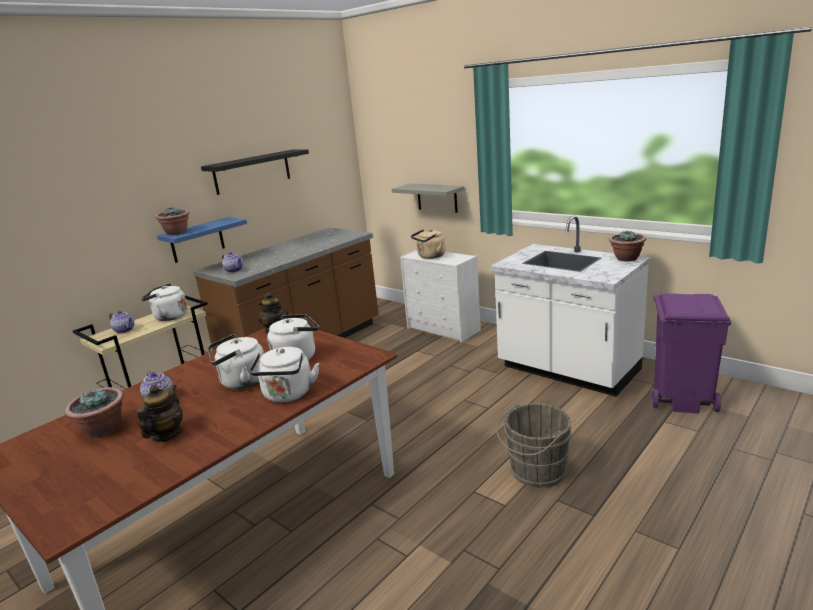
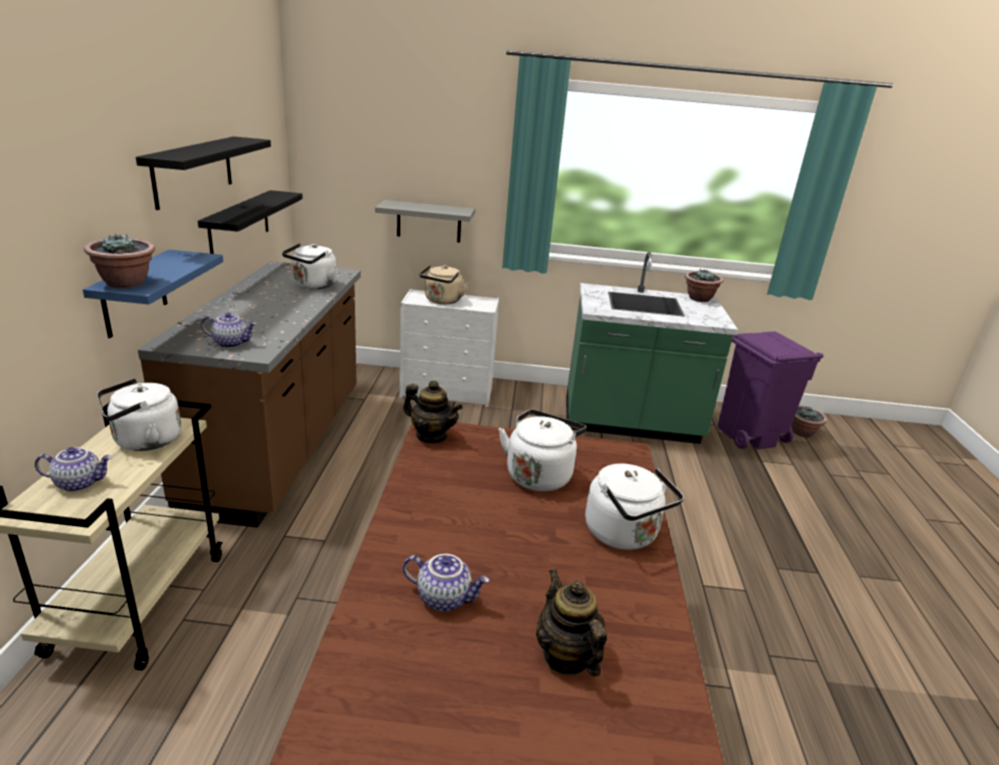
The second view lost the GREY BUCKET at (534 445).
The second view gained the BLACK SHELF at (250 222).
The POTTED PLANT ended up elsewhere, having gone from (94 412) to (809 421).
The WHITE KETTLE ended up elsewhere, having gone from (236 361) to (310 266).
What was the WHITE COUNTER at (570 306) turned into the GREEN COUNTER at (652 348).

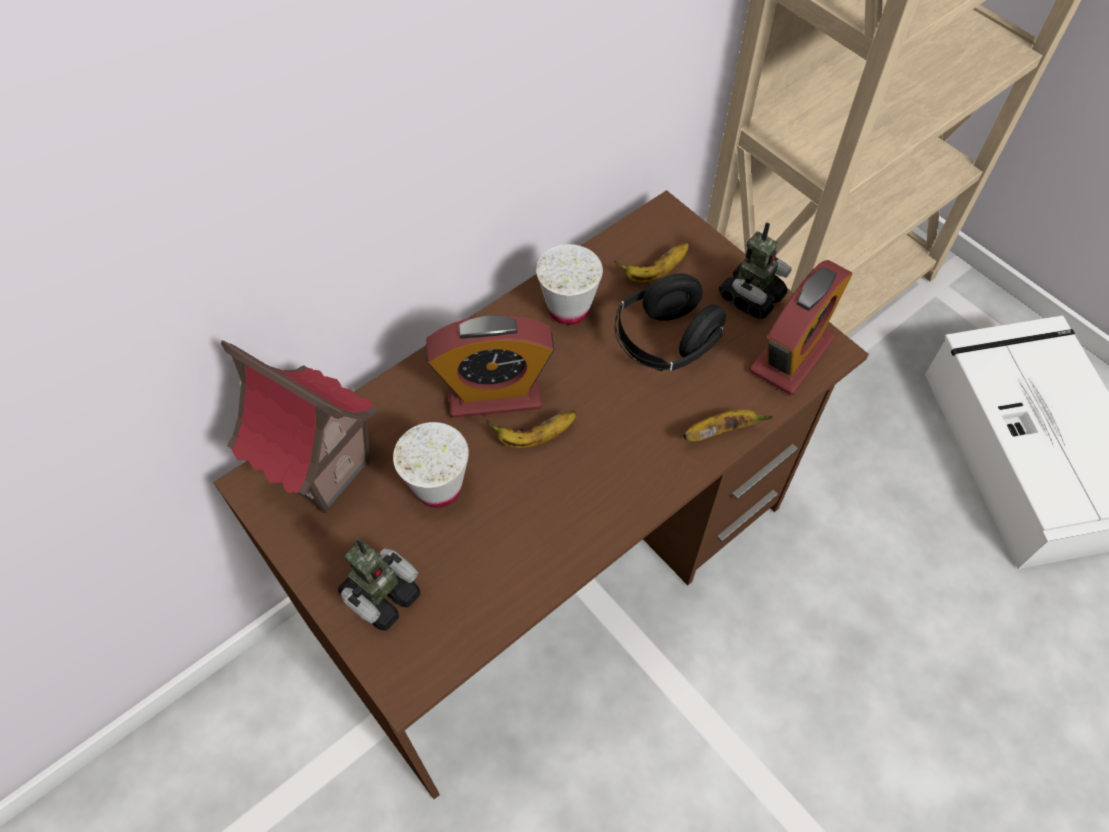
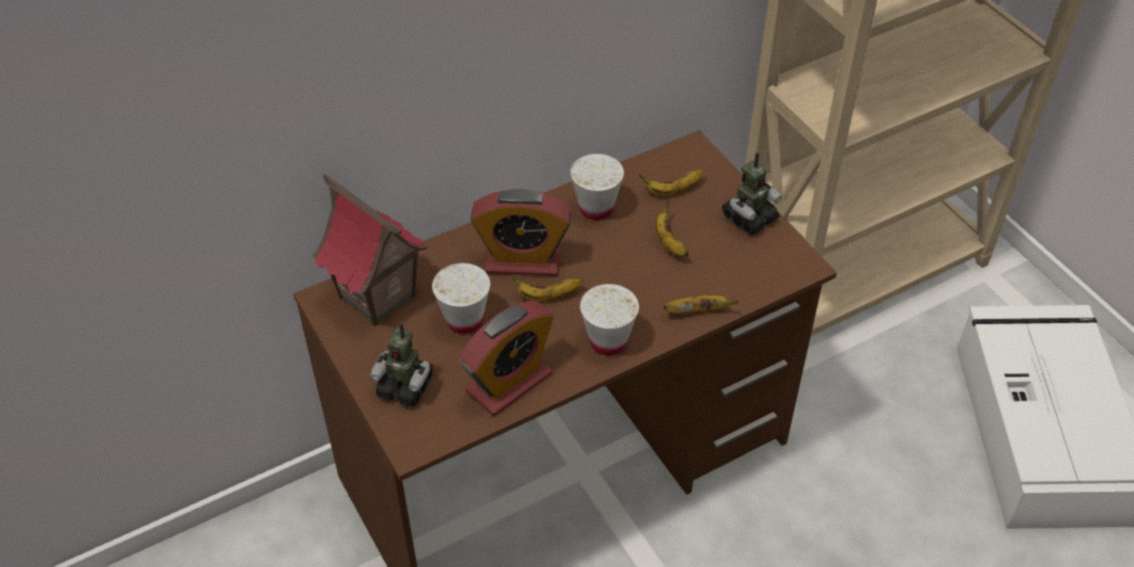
The second view gained the WHITE CUP at (609 319).
The ALARM CLOCK ended up elsewhere, having gone from (801 327) to (506 358).
Where the BLACK HEADPHONES stood at (670 322), the BANANA came to stand at (672 228).
The TOY ROBOT at (379 584) ended up facing another way, 60 degrees clockwise from before.

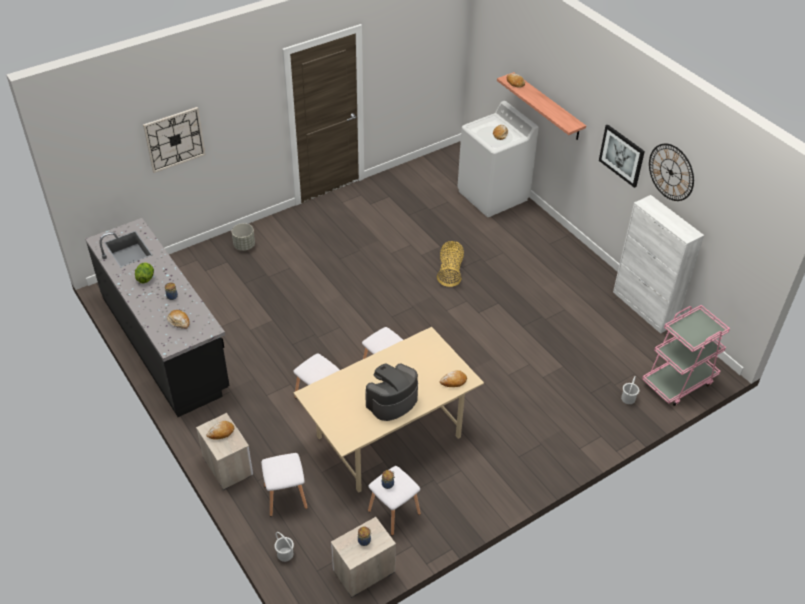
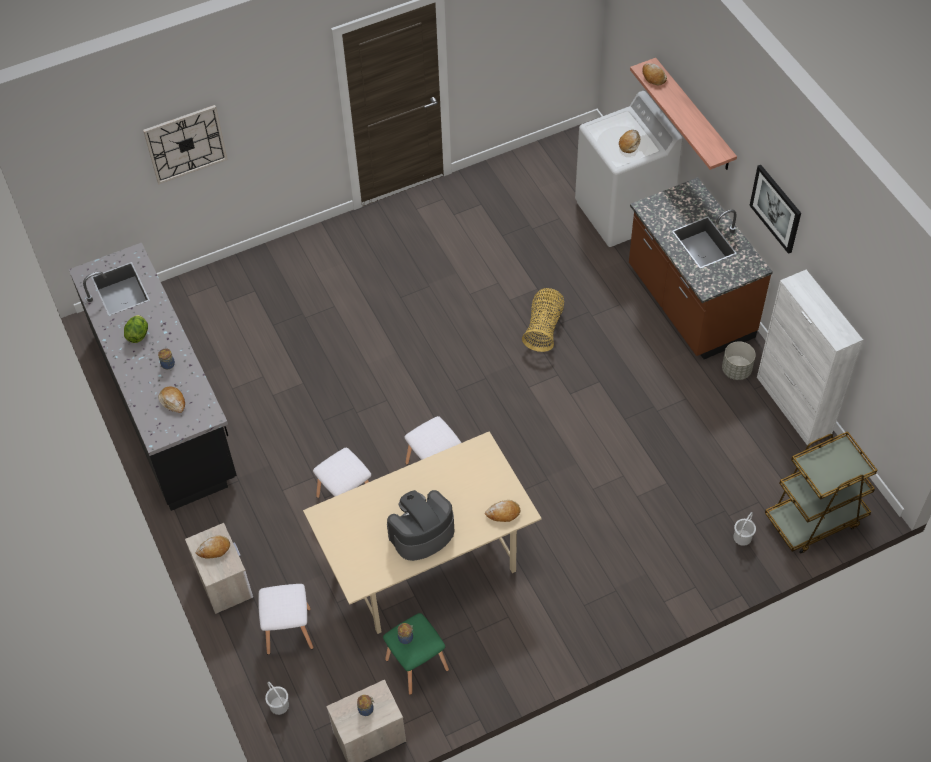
The second view lost the WALL CLOCK at (671 172).
The second view gained the BROWN COUNTER at (701 268).
The GREY PLANTER ended up elsewhere, having gone from (243 237) to (739 360).
What was the WHITE STOOL at (394 501) turned into the GREEN STOOL at (416 654).
What was the PINK CART at (686 355) turned into the BROWN CART at (821 492).

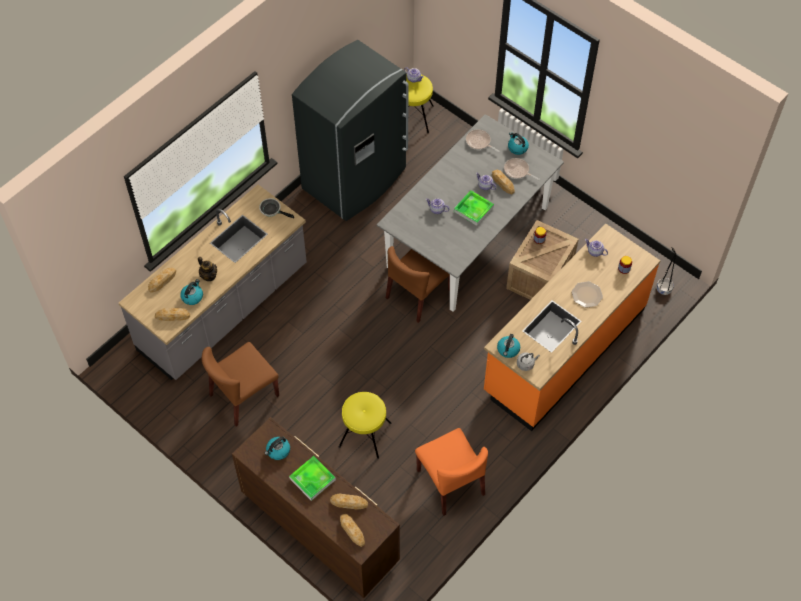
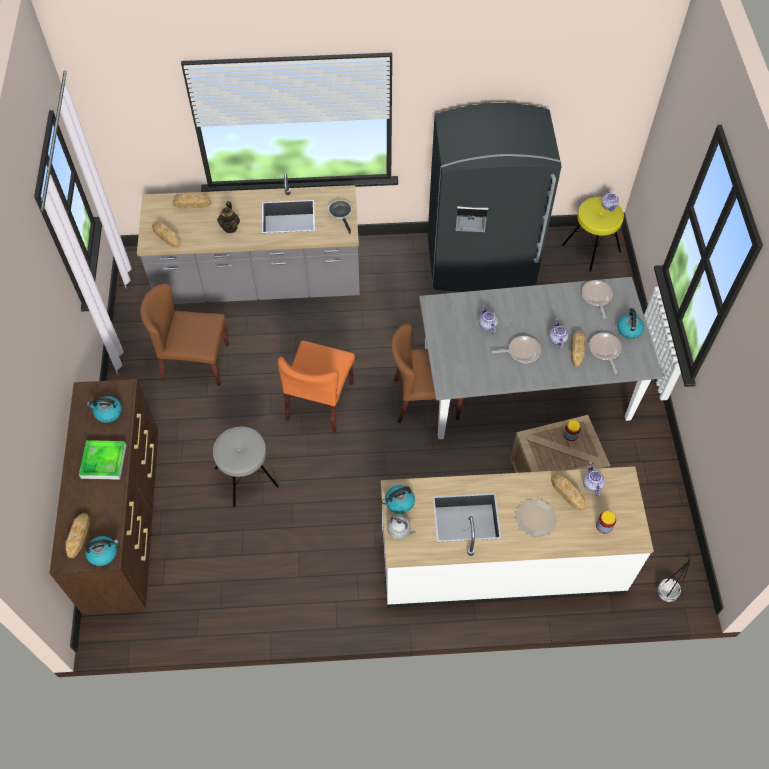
The KETTLE ended up elsewhere, having gone from (191 292) to (102 551).
The BREAD ended up elsewhere, having gone from (349 502) to (568 492).
The ORANGE CHAIR ended up elsewhere, having gone from (451 472) to (316 387).
Where the TRAY stood at (474 208), the FRYING PAN came to stand at (516 349).
What was the YELLOW STOOL at (365 425) turned into the GREY STOOL at (246 467).
What was the ORANGE COUNTER at (572 327) turned into the WHITE COUNTER at (517 537).

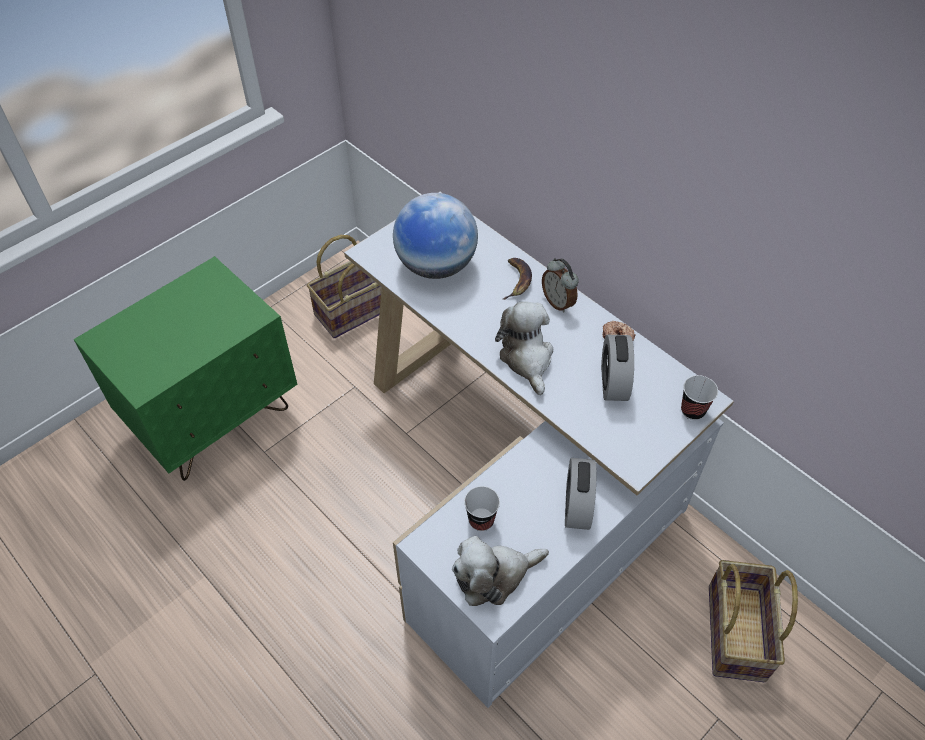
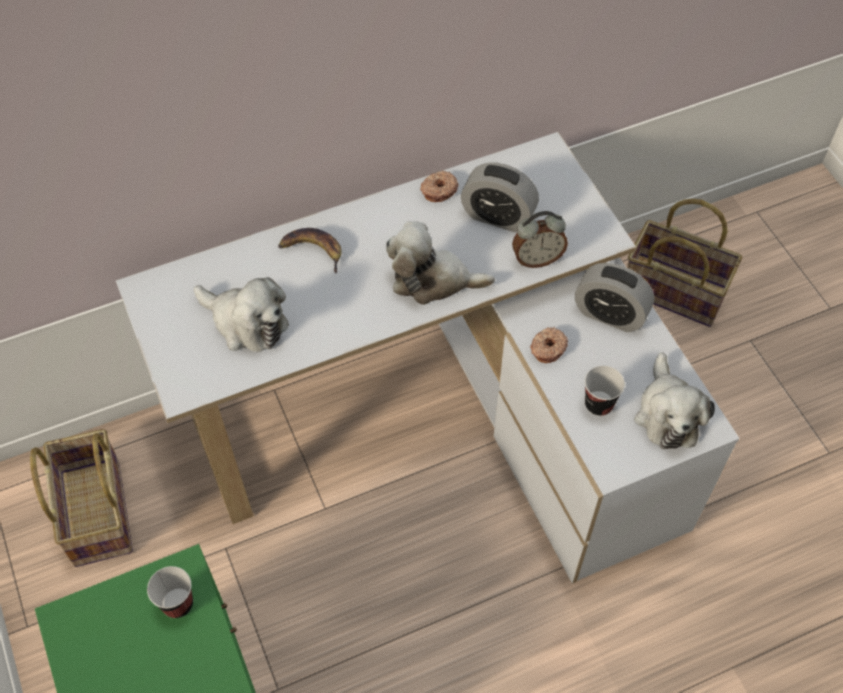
The second view gained the DONUT at (549 345).
The ALARM CLOCK ended up elsewhere, having gone from (560 285) to (540 239).
The CUP ended up elsewhere, having gone from (699 397) to (170 592).
Where the GLOBE stood at (435 236), the PLUSH TOY came to stand at (241 314).

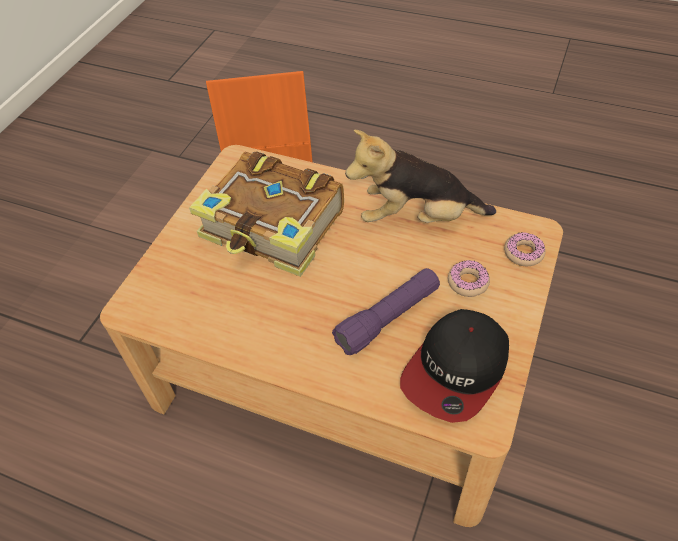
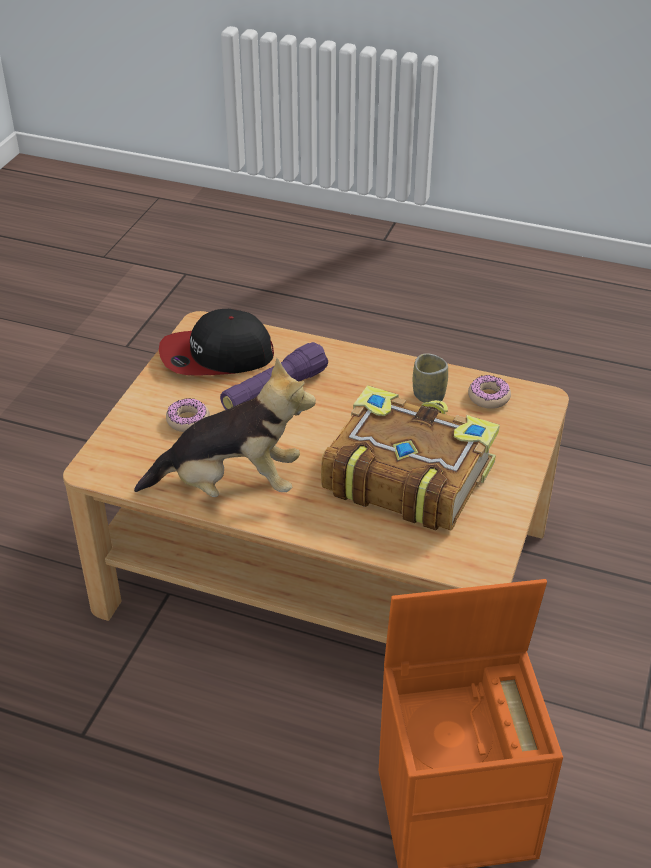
The second view gained the CUP at (430 378).
The DONUT ended up elsewhere, having gone from (525 249) to (489 392).
The CAP at (454 366) ended up facing another way, 135 degrees counterclockwise from before.

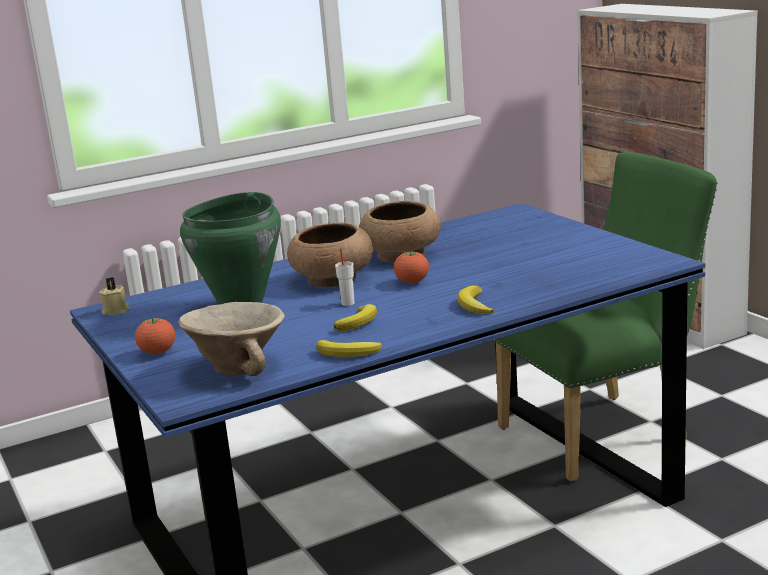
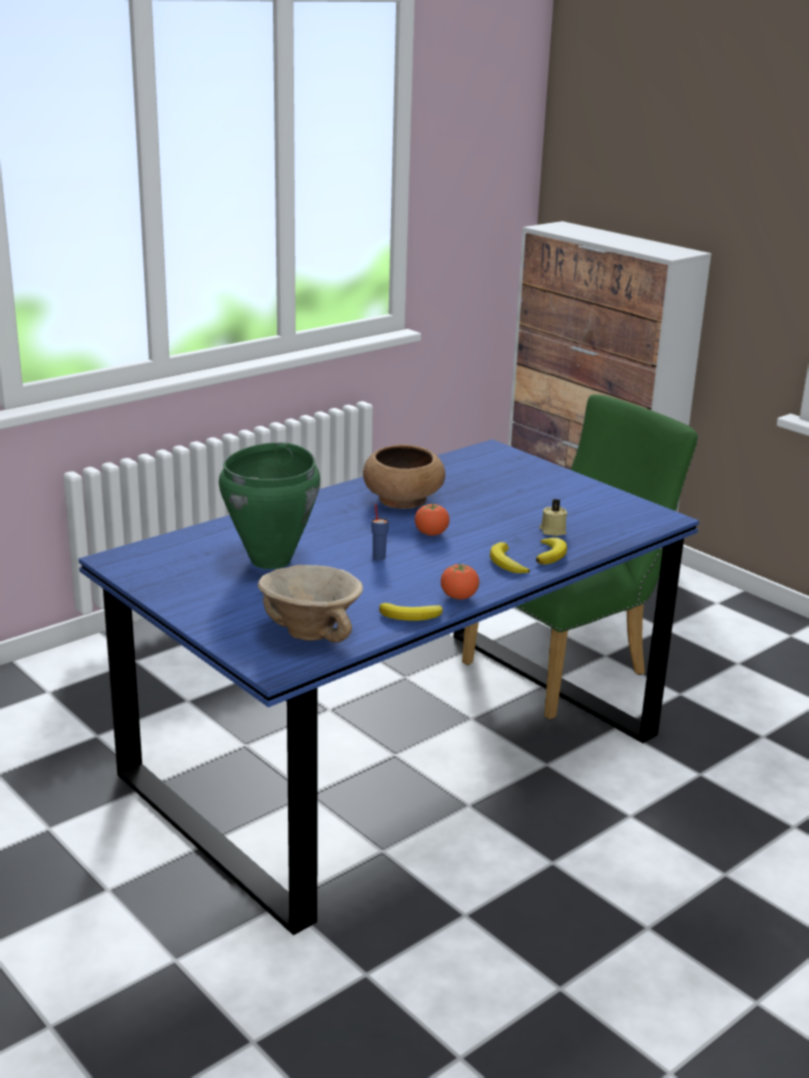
The second view lost the BROWN BOWL at (330 255).
The BEIGE CANDLE ended up elsewhere, having gone from (114 296) to (553 517).
The TOMATO ended up elsewhere, having gone from (155 335) to (460 582).
The BANANA ended up elsewhere, having gone from (355 317) to (551 550).
What was the WHITE CUP at (344 277) turned into the BLUE CUP at (380 532).

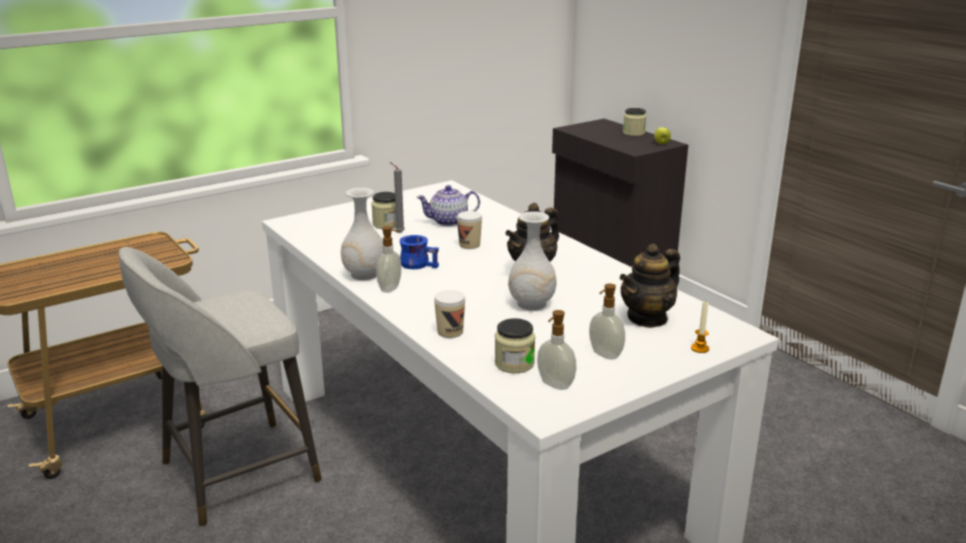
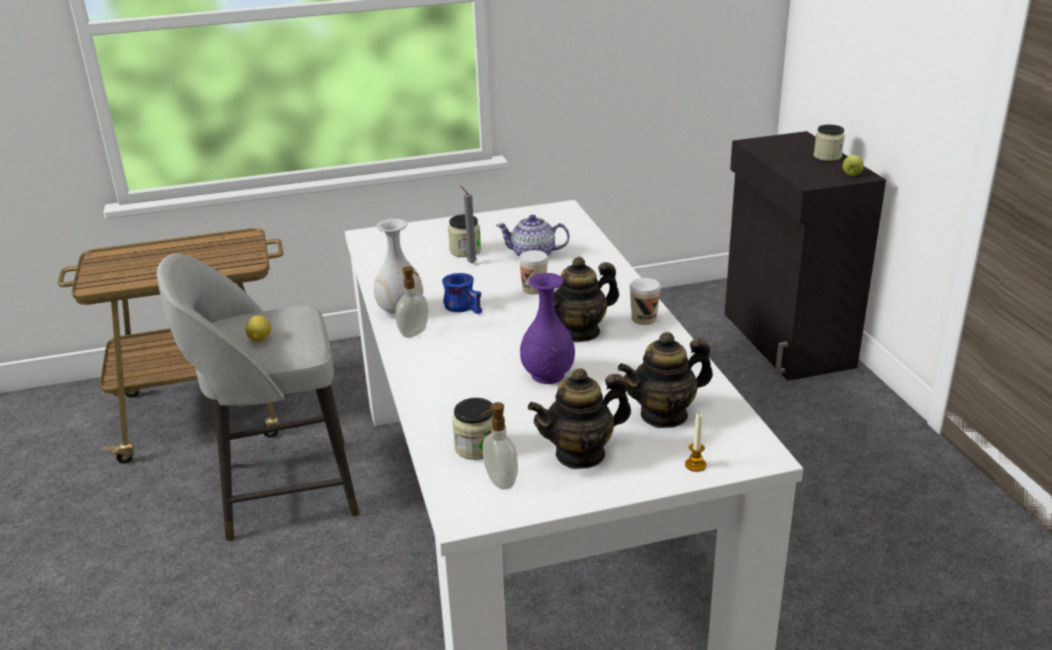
The second view gained the LEMON at (258 329).
The CUP ended up elsewhere, having gone from (450 314) to (645 301).
Where the SOAP DISPENSER stood at (607 322), the TEAPOT came to stand at (579 418).
What was the WHITE VASE at (532 261) turned into the PURPLE VASE at (547 328).

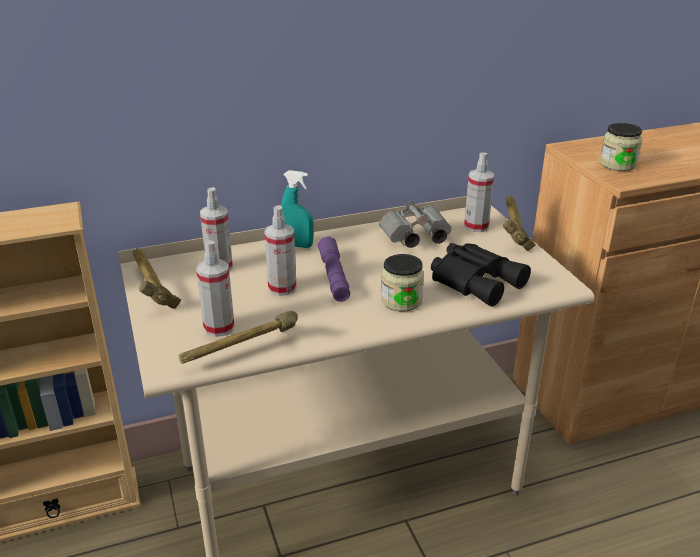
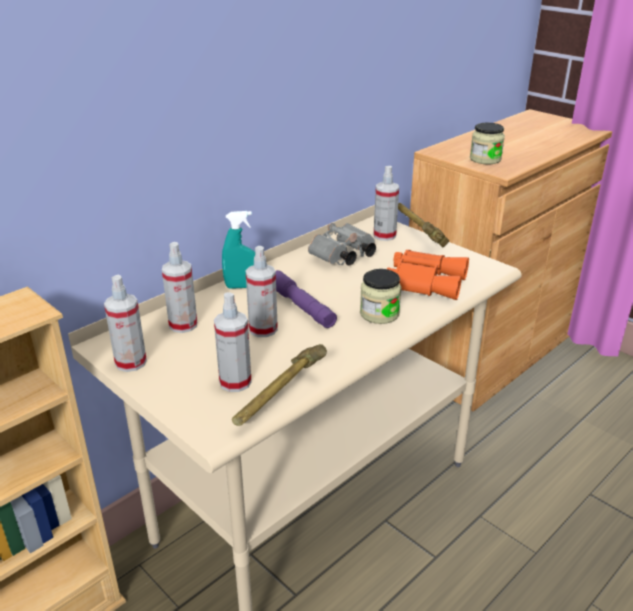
Where the HAMMER stood at (157 278), the SPRAY BOTTLE came to stand at (125 323).
What was the BLACK BINOCULARS at (481 275) turned into the ORANGE BINOCULARS at (428 275).

